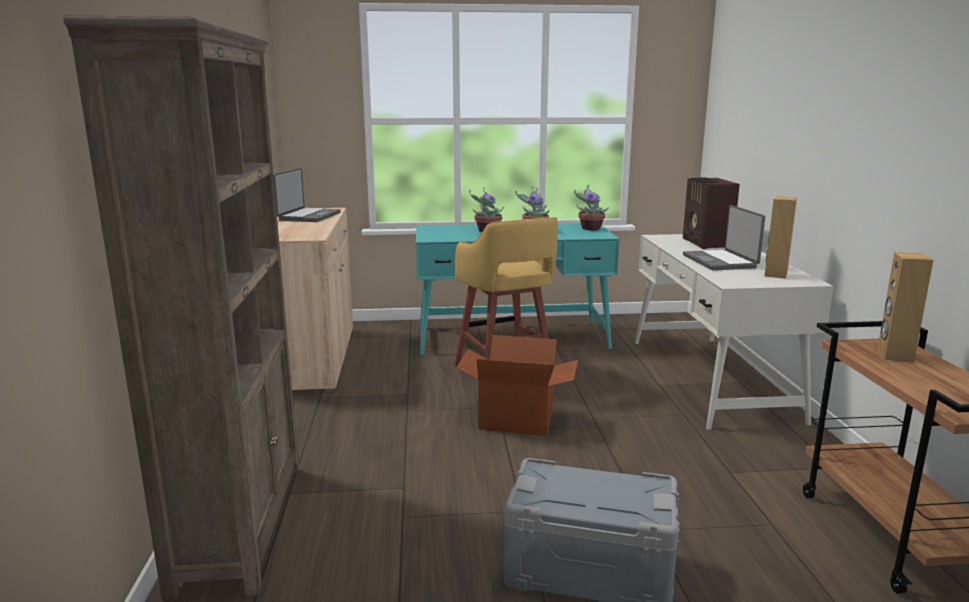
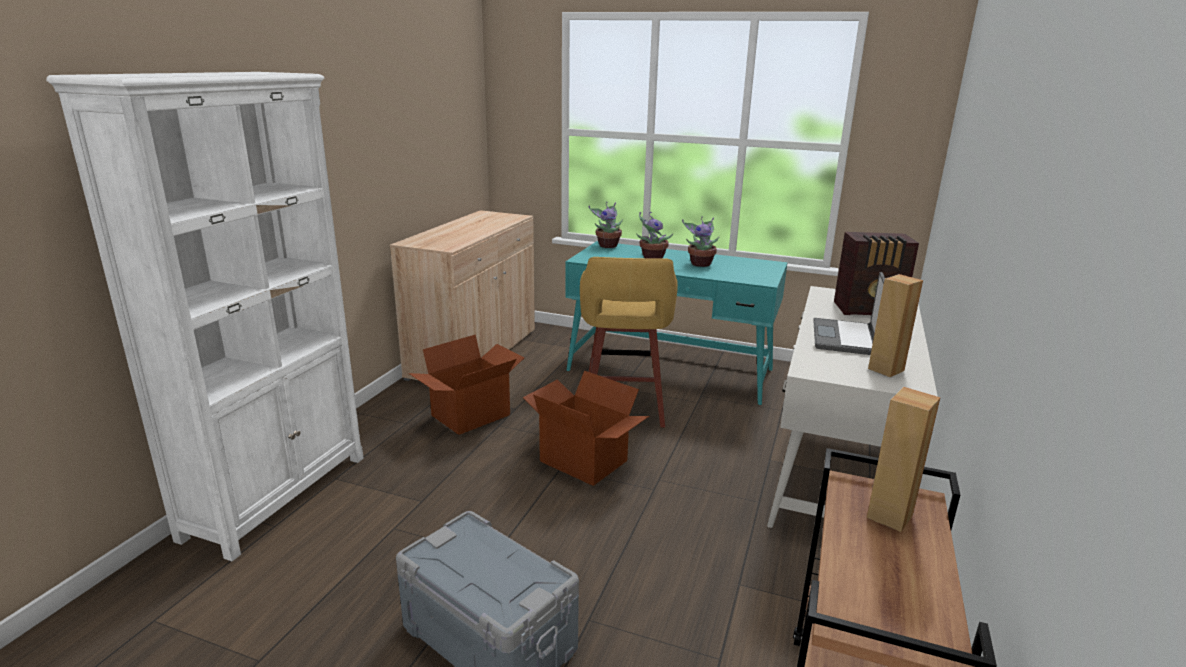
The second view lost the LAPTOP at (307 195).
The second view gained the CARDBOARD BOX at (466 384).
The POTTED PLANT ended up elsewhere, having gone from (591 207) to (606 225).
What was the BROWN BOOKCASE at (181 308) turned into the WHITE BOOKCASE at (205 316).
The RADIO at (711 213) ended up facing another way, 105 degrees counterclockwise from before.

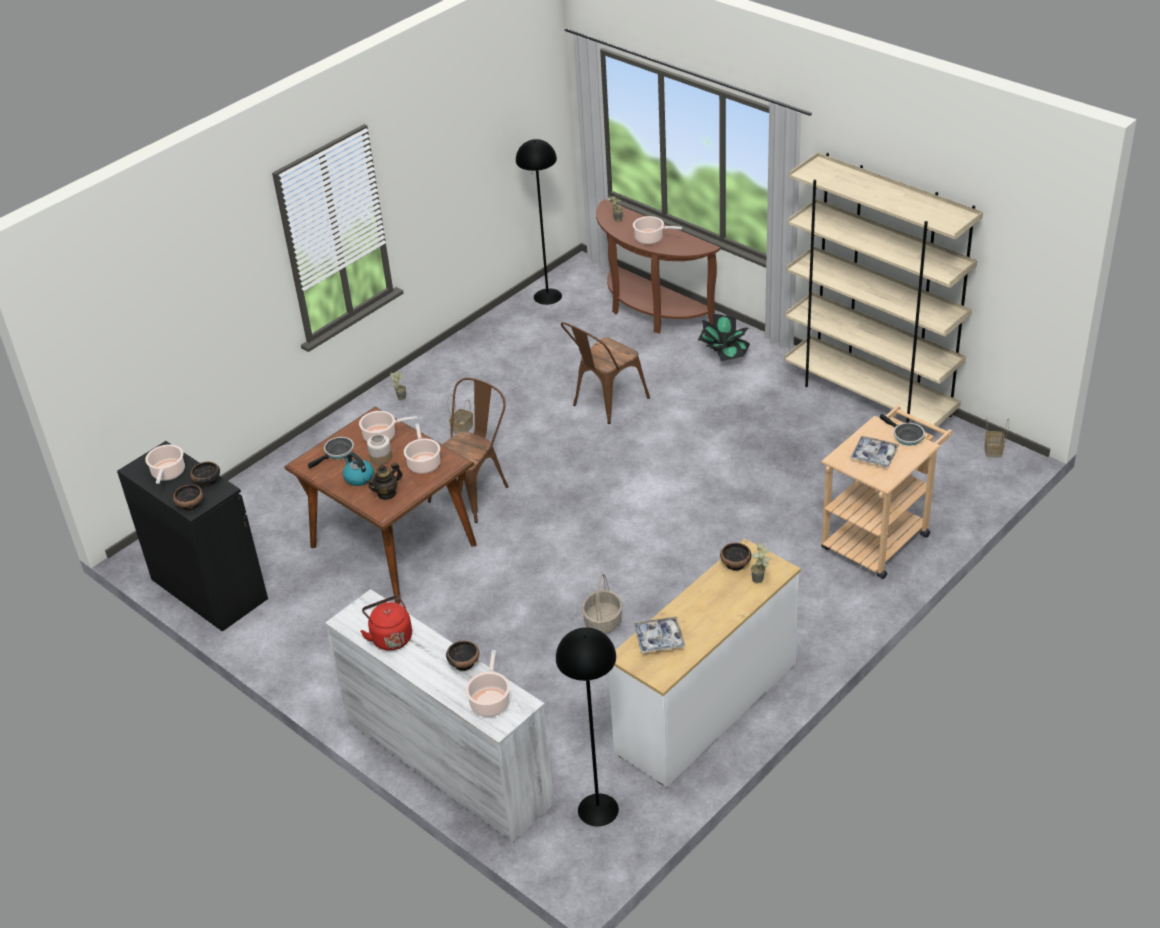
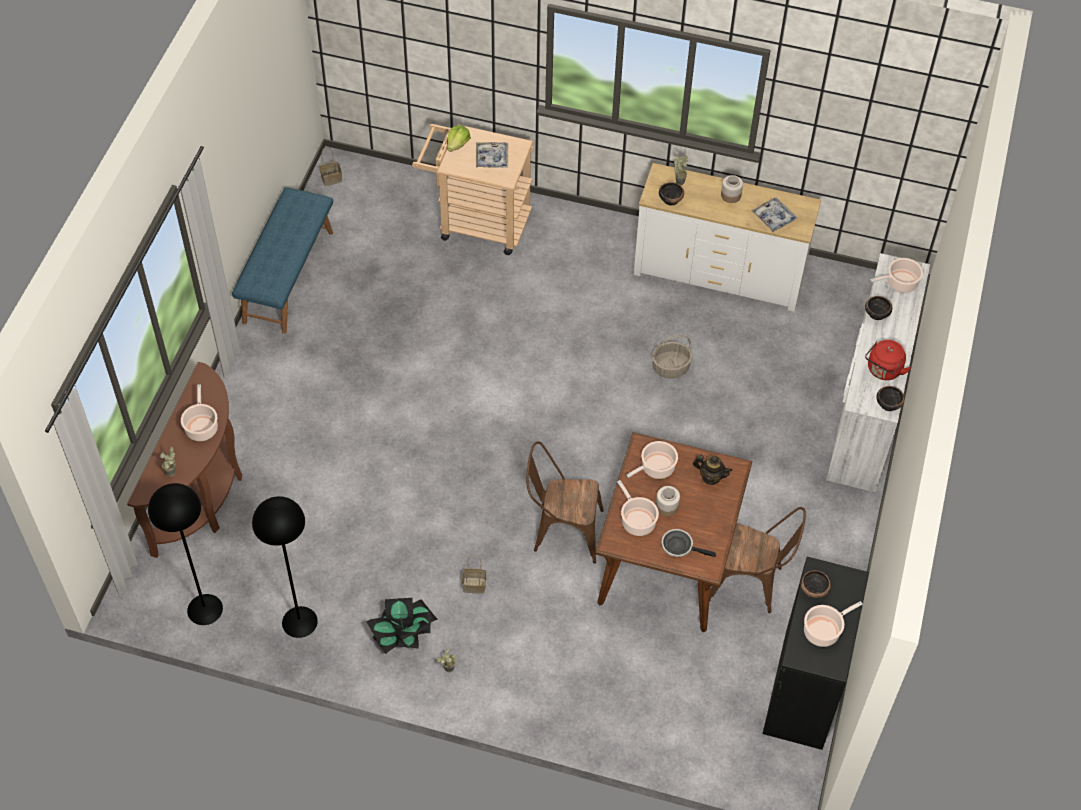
The second view lost the KETTLE at (358 469).
The second view gained the JAR at (732 189).
The BOWL ended up elsewhere, having gone from (188 497) to (890 398).
The BLACK FLOOR LAMP ended up elsewhere, having gone from (587 727) to (285 567).
The BROWN CHAIR ended up elsewhere, having gone from (605 373) to (757 560).
The POTTED PLANT ended up elsewhere, having gone from (724 337) to (402 626).
Where the BEIGE BOOKCASE stood at (883 289), the BLUE BENCH came to stand at (282 260).
Where the FRYING PAN stood at (902 430), the LETTUCE came to stand at (459 138).

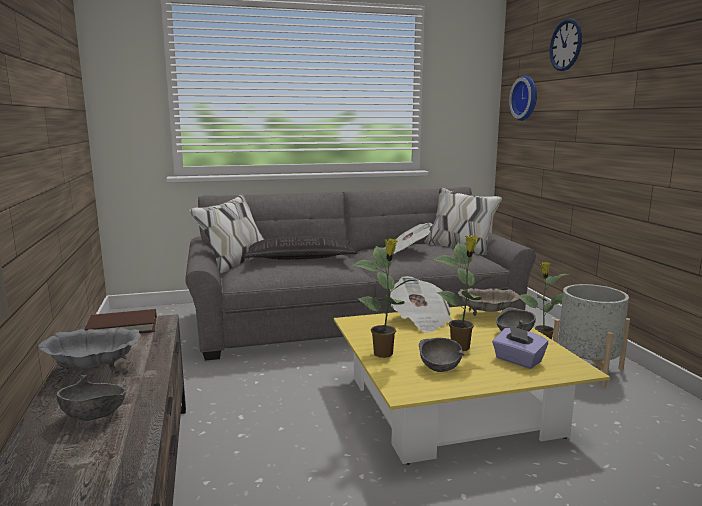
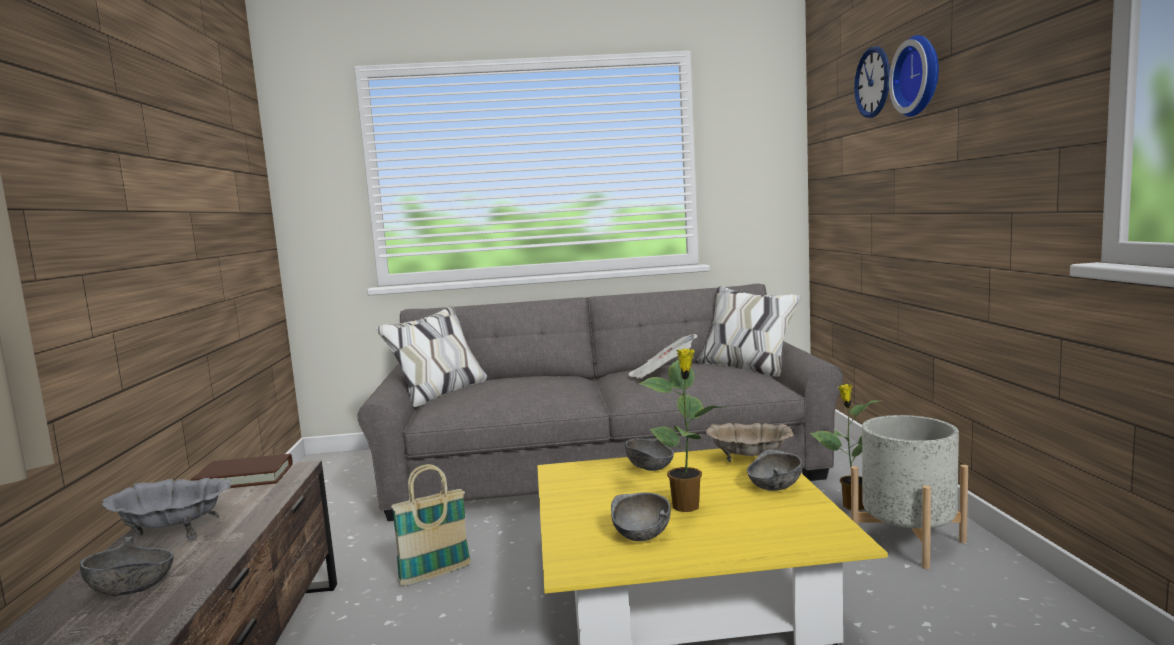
The second view lost the PILLOW at (300 248).
The second view lost the POTTED PLANT at (384 298).
The second view lost the PURPLE TISSUE BOX at (520 347).
The second view gained the BASKET at (431 525).
The WALL CLOCK ended up elsewhere, having gone from (523 98) to (914 76).
Where the NEWSPAPER stood at (421 304), the GREY BOWL came to stand at (649 454).

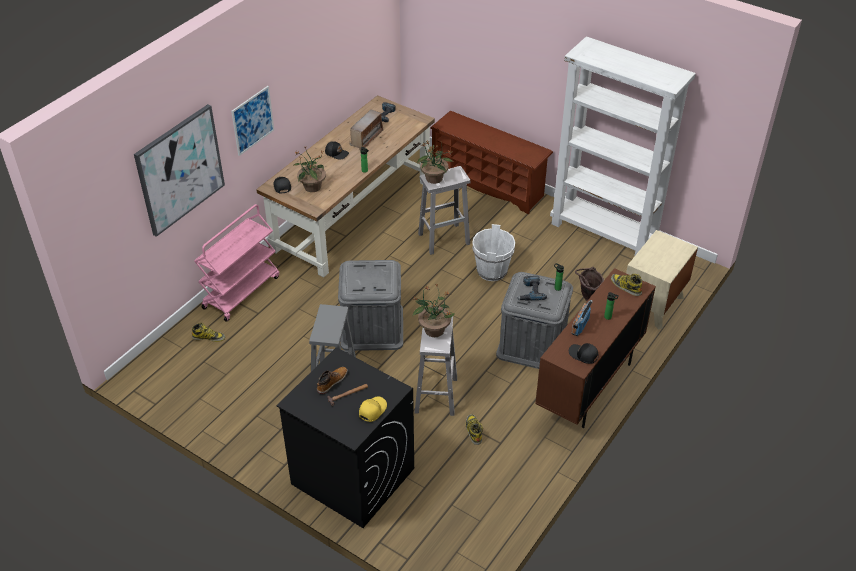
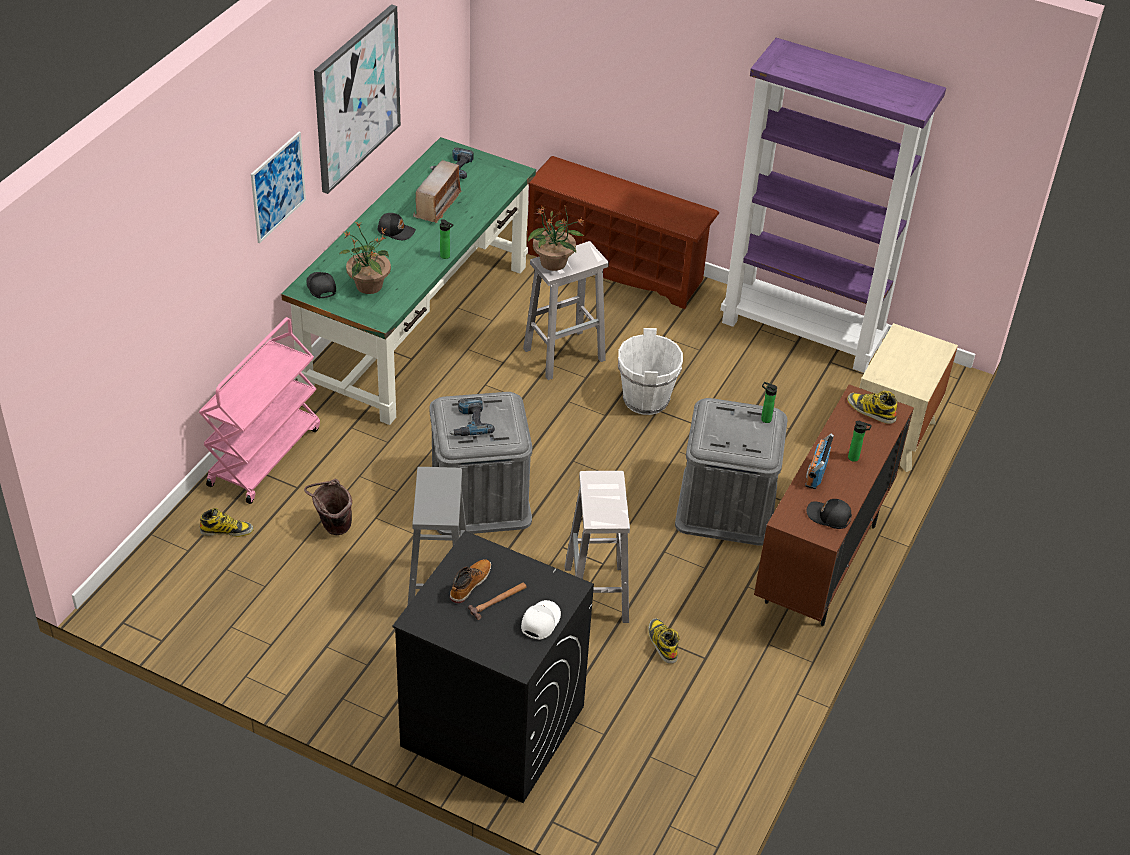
The second view lost the POTTED PLANT at (433 310).
The PICTURE ended up elsewhere, having gone from (179 170) to (357 99).
The POWER DRILL ended up elsewhere, having gone from (532 288) to (472 416).
The BROWN BUCKET ended up elsewhere, having gone from (589 284) to (328 507).
What was the BROWN DESK at (345 186) turned into the GREEN DESK at (408 281).
What was the YELLOW CAP at (373 409) turned into the WHITE CAP at (541 620).
What was the WHITE BOOKCASE at (623 146) turned into the PURPLE BOOKCASE at (833 205).

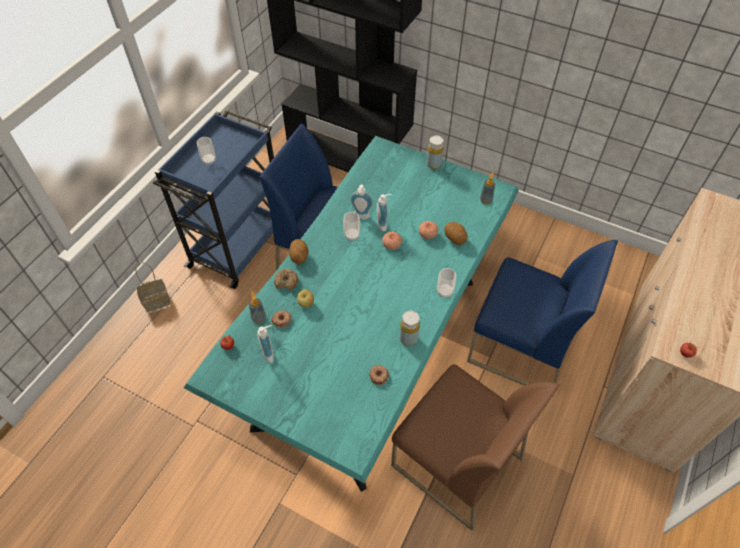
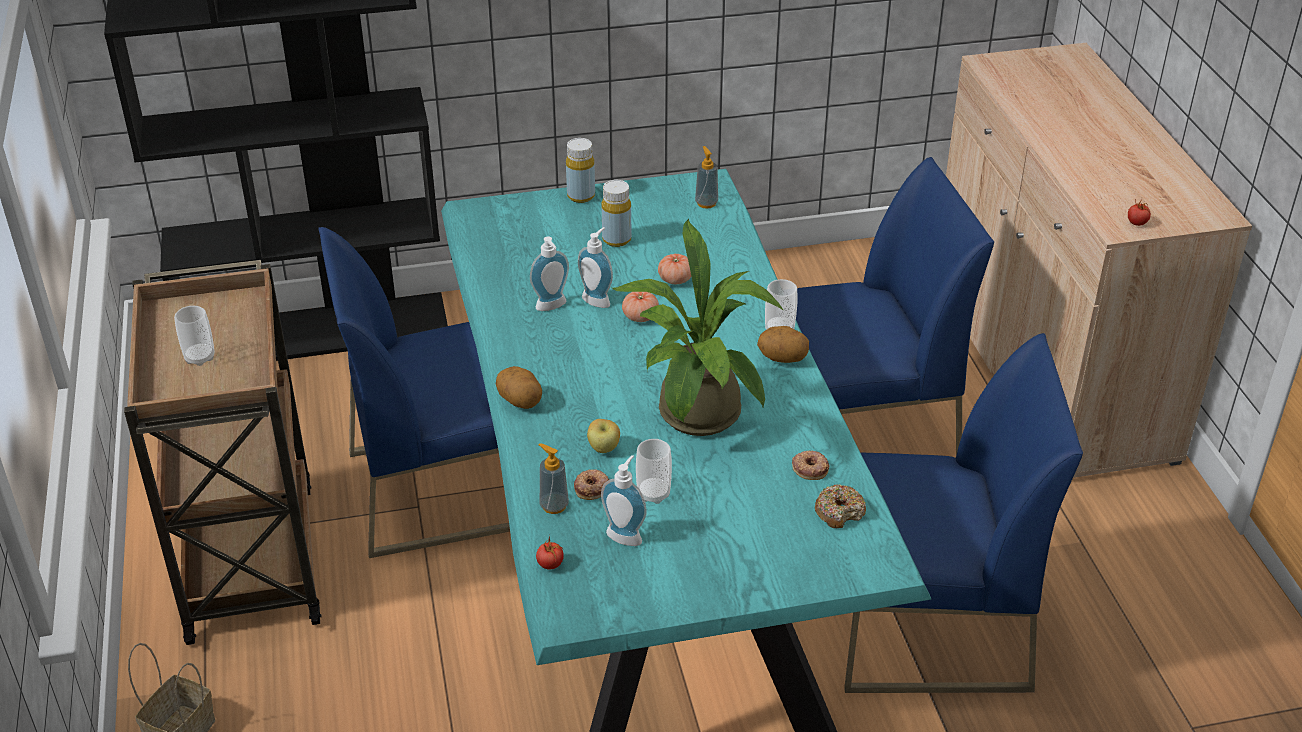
The second view gained the POTTED PLANT at (698 327).
The DONUT ended up elsewhere, having gone from (286 280) to (840 506).
The CUP ended up elsewhere, having gone from (351 226) to (654 471).
The YELLOW BOTTLE ended up elsewhere, having gone from (410 328) to (616 213).
The POTATO ended up elsewhere, having gone from (456 233) to (783 344).
What was the BLUE CART at (213 199) turned into the BROWN CART at (223 452).
What was the BROWN CHAIR at (475 447) turned into the BLUE CHAIR at (963 513).

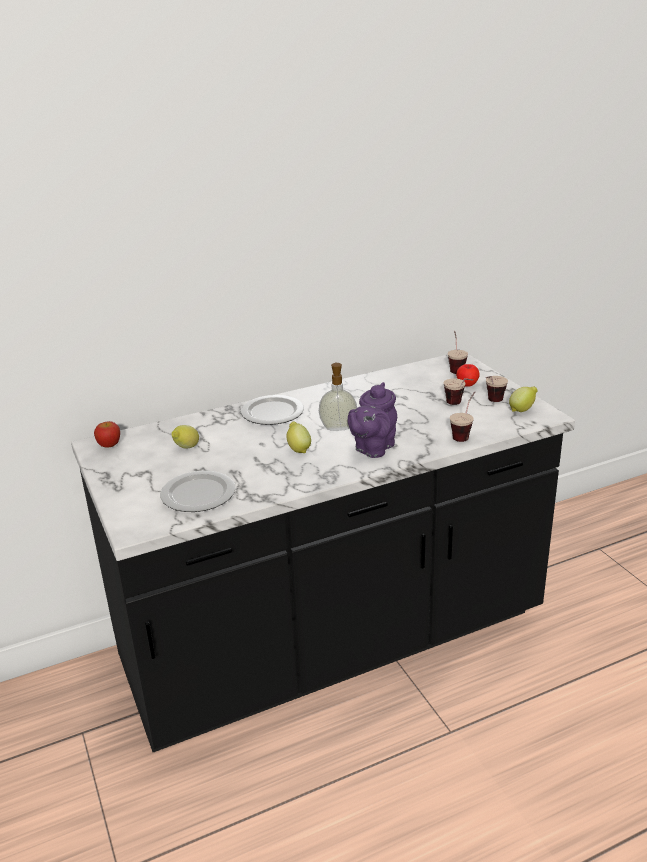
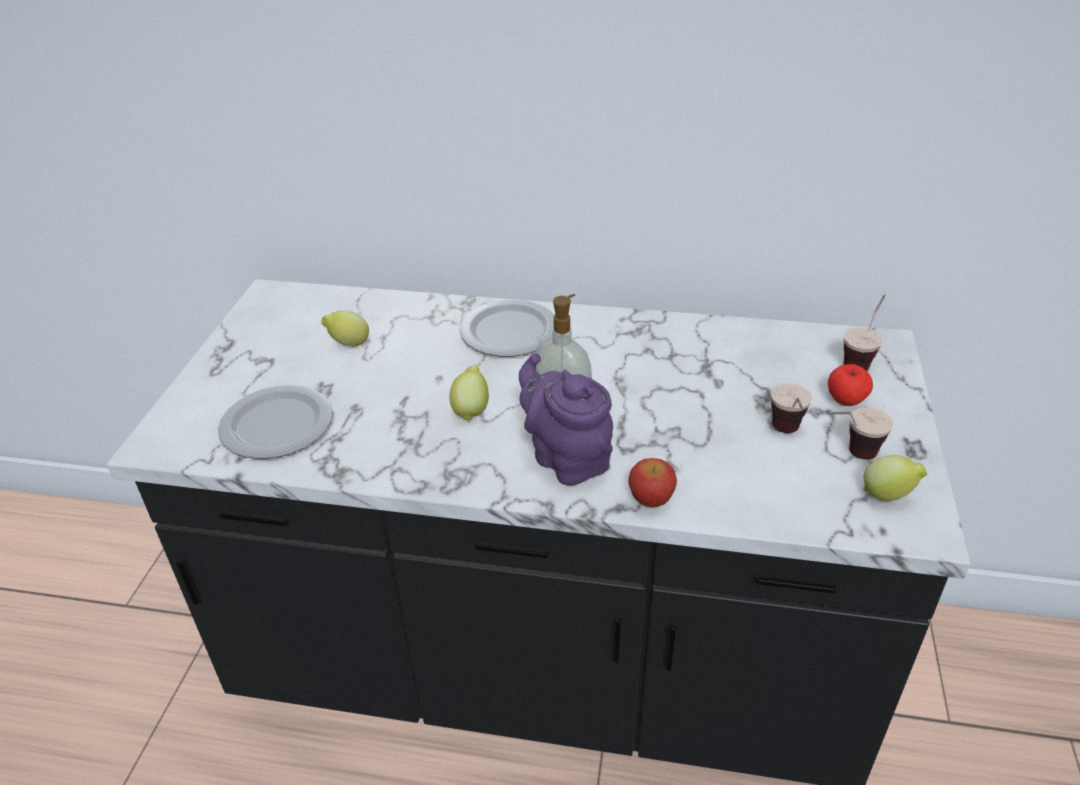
The second view lost the CUP at (462 416).
The APPLE ended up elsewhere, having gone from (107 434) to (652 482).
The PURPLE TEAPOT at (372 420) ended up facing another way, 75 degrees clockwise from before.

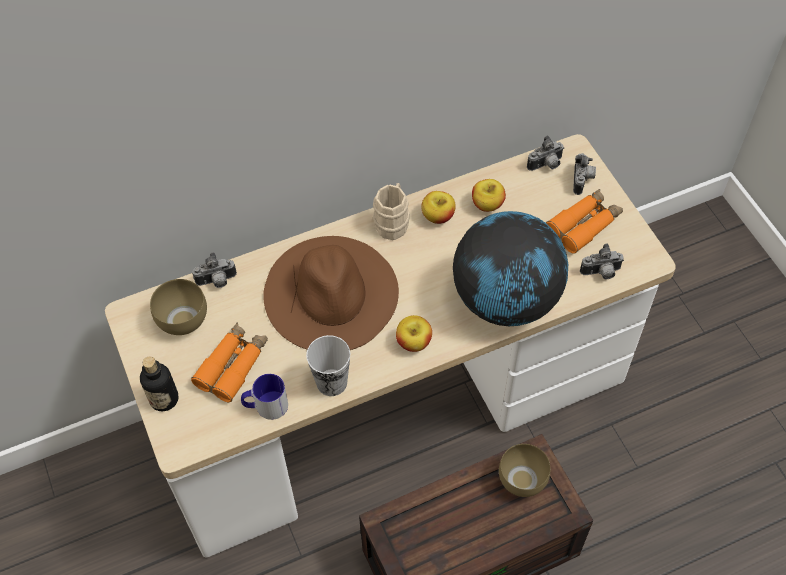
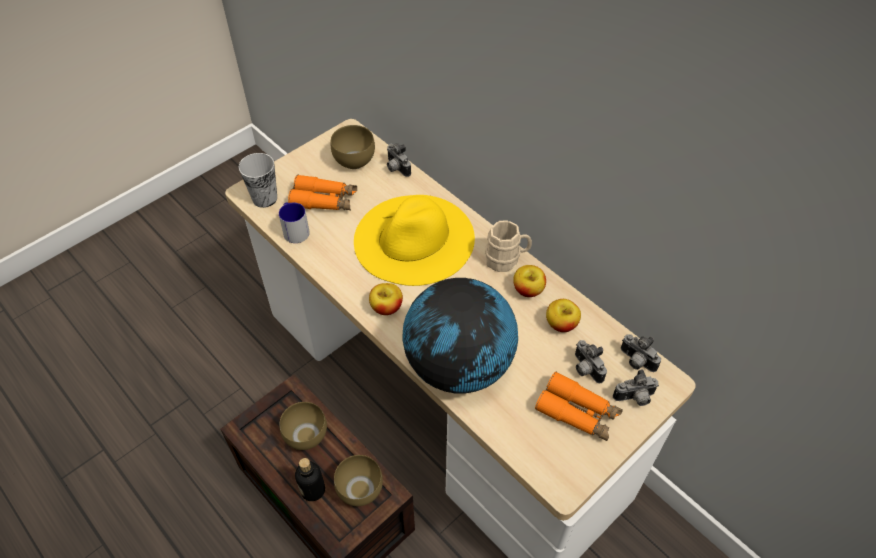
The second view gained the BROWN BOWL at (303 426).
The BOTTLE ended up elsewhere, having gone from (159 384) to (310 479).
The CUP ended up elsewhere, having gone from (328 365) to (258 180).
The PHOTO CAMERA ended up elsewhere, having gone from (602 261) to (591 361).
What was the BROWN HAT at (331 293) turned into the YELLOW HAT at (414 240).

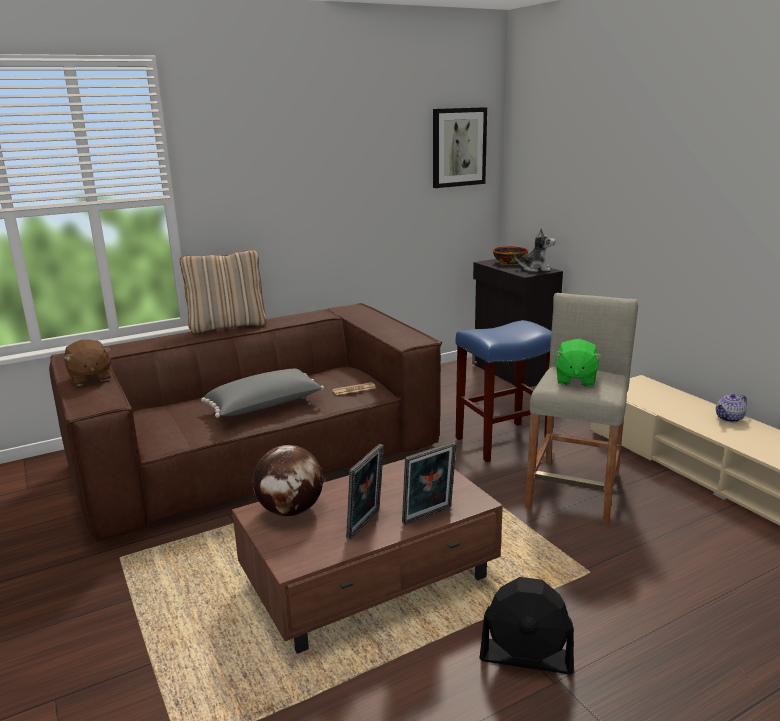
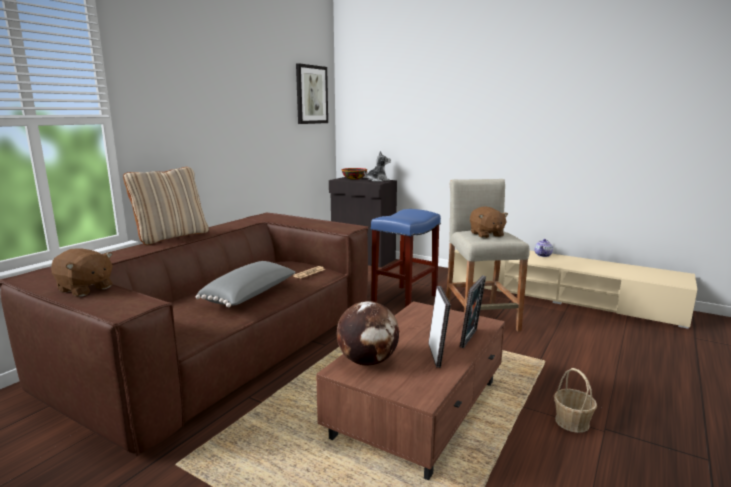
Where the BLACK FAN stood at (526 625), the BASKET came to stand at (575 400).
What was the GREEN PLUSH TOY at (578 363) turned into the BROWN PLUSH TOY at (489 222).

